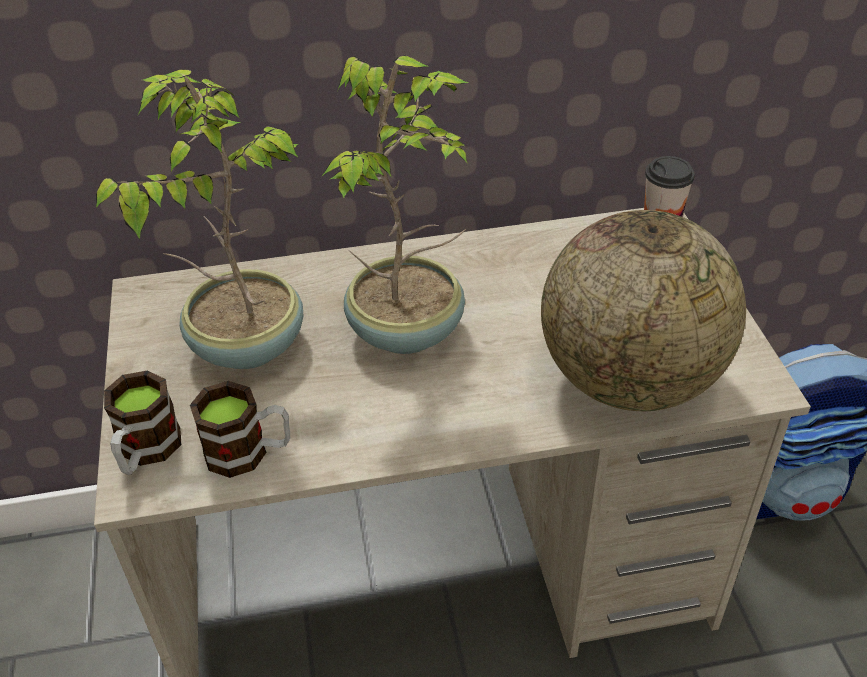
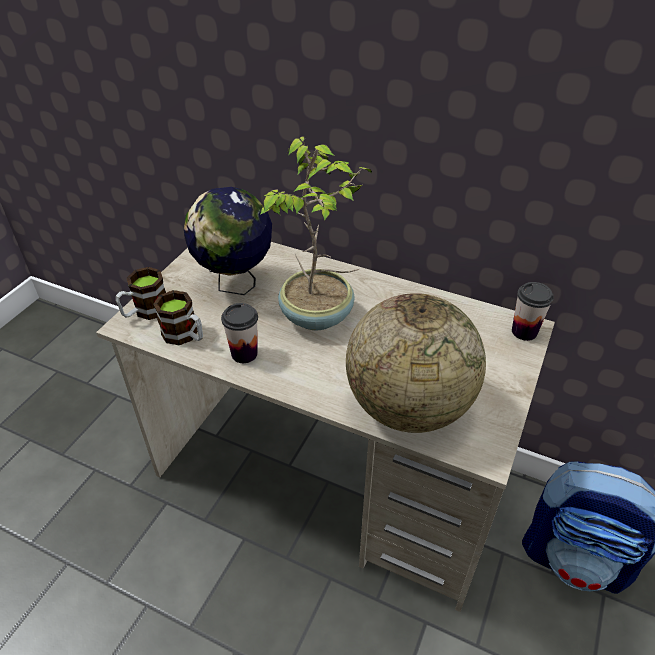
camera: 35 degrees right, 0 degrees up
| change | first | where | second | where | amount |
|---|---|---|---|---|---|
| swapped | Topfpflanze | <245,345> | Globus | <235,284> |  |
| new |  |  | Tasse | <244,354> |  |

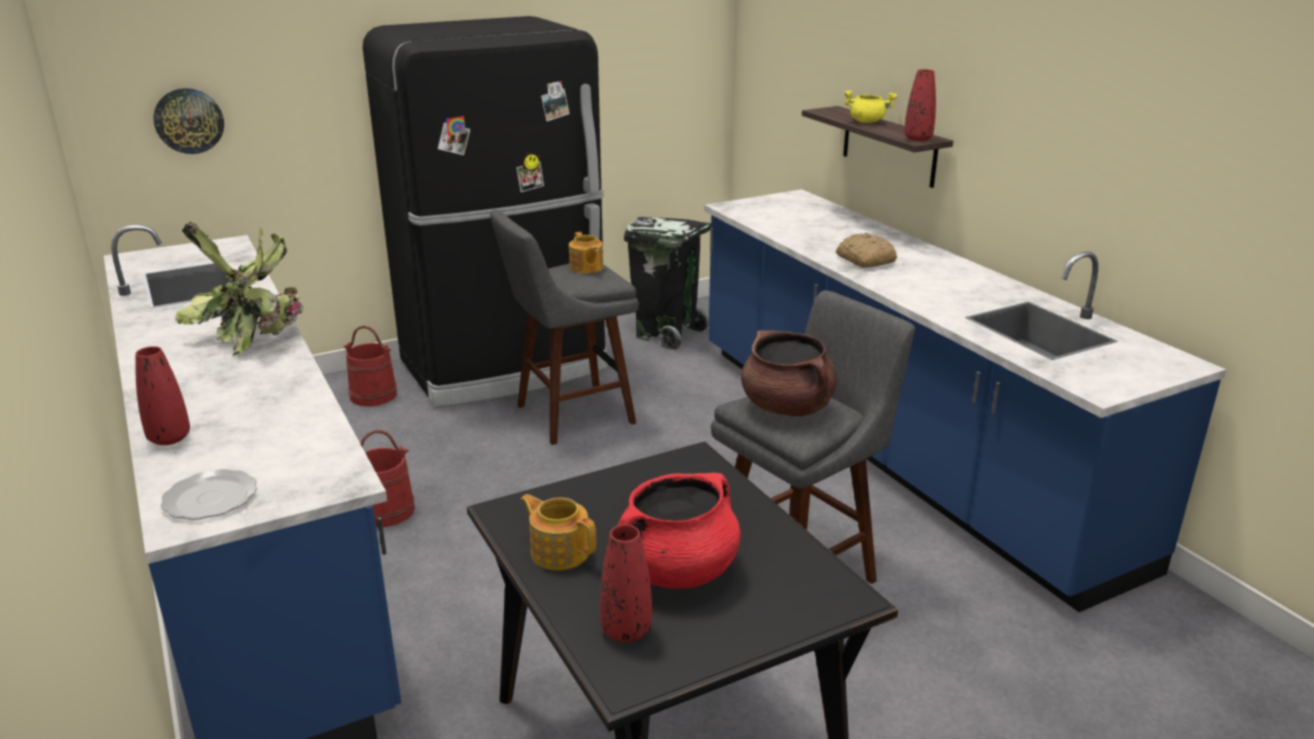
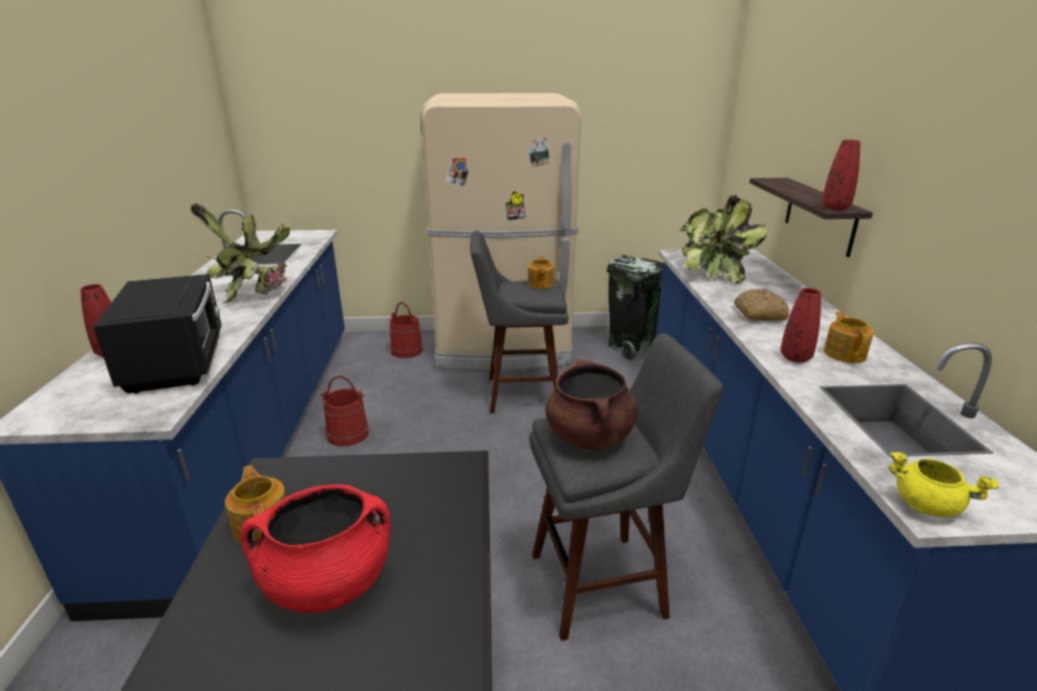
camera: 25 degrees right, 0 degrees up
| change | first | where | second | where | amount |
|---|---|---|---|---|---|
| gone | Wanduhr | <189,121> |  |  |  |
| gone | Teller | <210,497> |  |  |  |
| repainted | Kühlschrank (schwarz) | <506,365> | Kühlschrank (beige) | <503,348> |  |
| shifted | Vase (rot) | <626,631> |  | <795,358> |  |
| shifted | Kochtopf (gelb) | <867,121> |  | <927,505> |  |
| new |  |  | Mikrowelle (schwarz) | <178,363> |  |
| new |  |  | Topfpflanze | <709,273> |  |
| new |  |  | Teekanne | <844,353> |  |

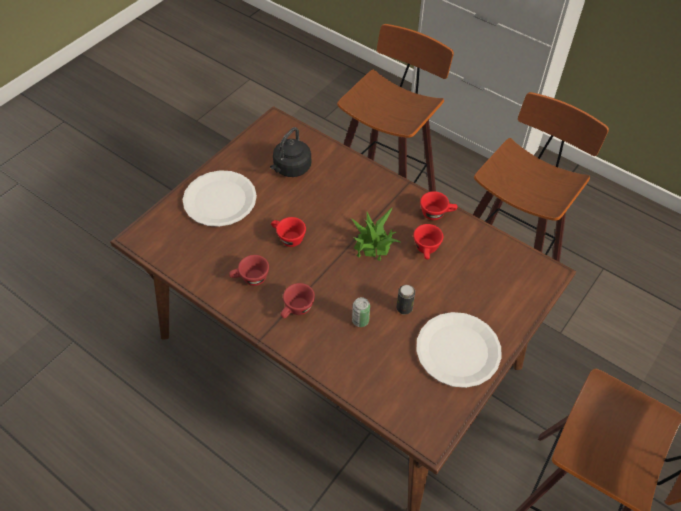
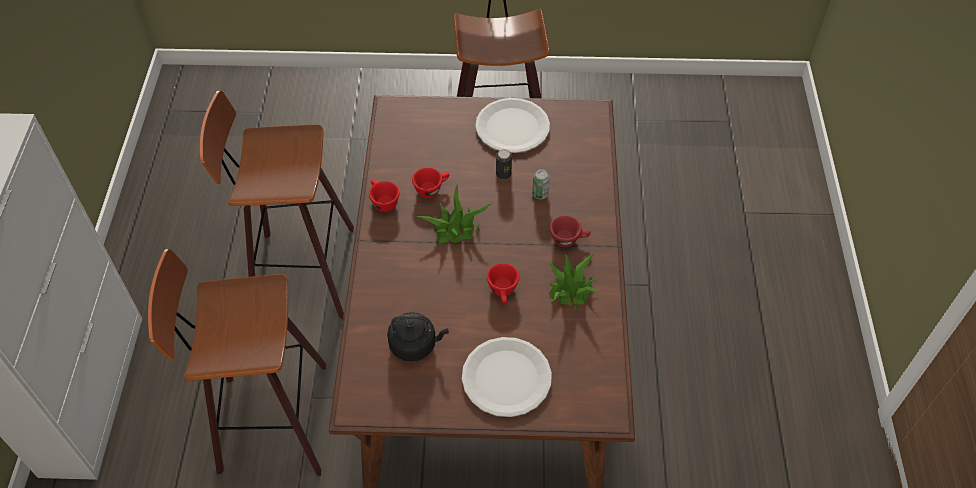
camera: 125 degrees left, 0 degrees up
| change | first | where | second | where | amount |
|---|---|---|---|---|---|
| swapped | Tasse (rot) | <250,279> | Topfpflanze | <570,290> |  |

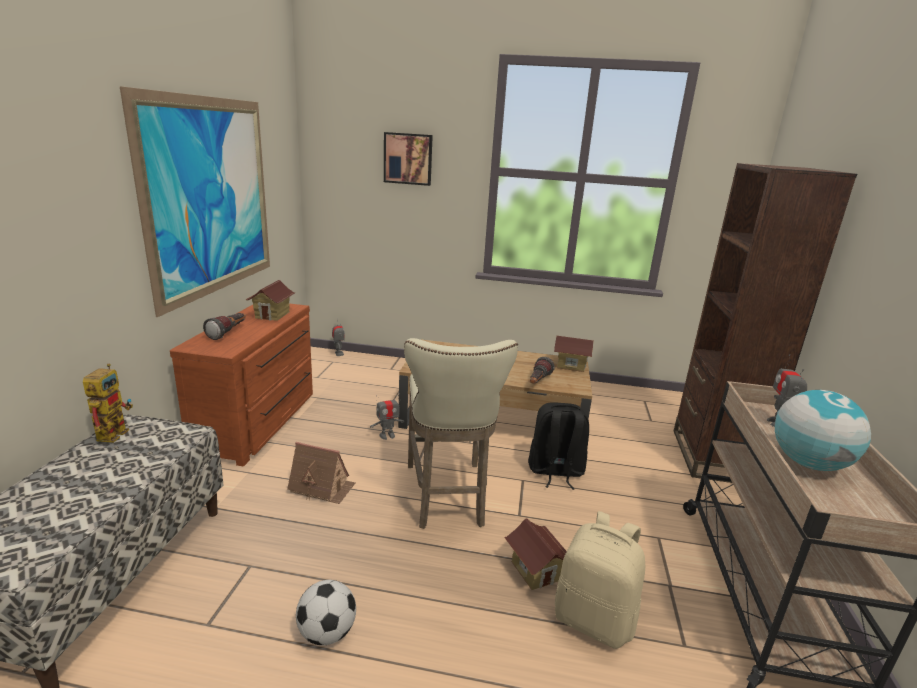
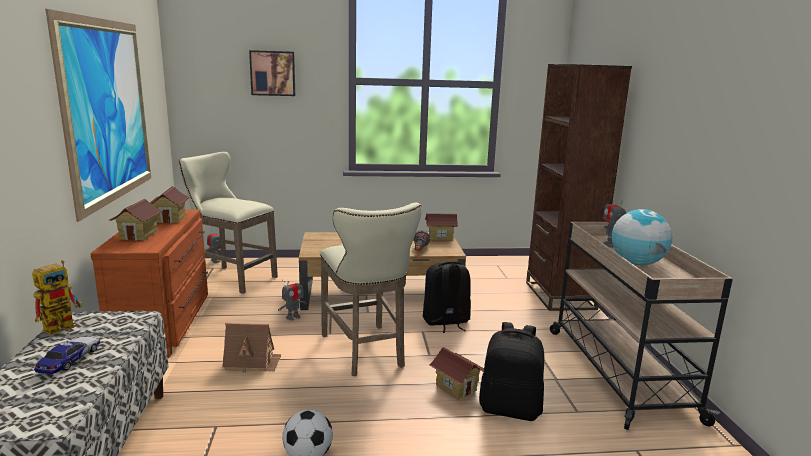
camera: 15 degrees left, 5 degrees down
| change | first | where | second | where | amount |
|---|---|---|---|---|---|
| rotated | Spielzeugroboter | <114,431> |  | <64,325> | 45 degrees clockwise |
| swapped | Taschenlampe | <229,333> | Spielzeughaus | <139,235> |  |
| repainted | Rucksack (beige) | <594,619> | Rucksack (schwarz) | <510,408> |  |
| new |  |  | Spielzeugauto | <70,360> |  |
| new |  |  | Hocker (beige) | <231,277> |  |

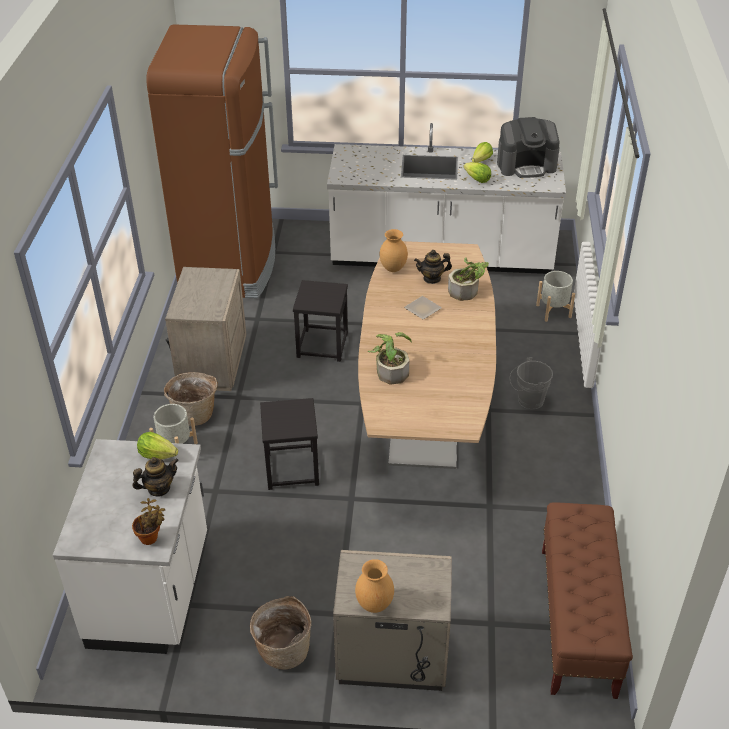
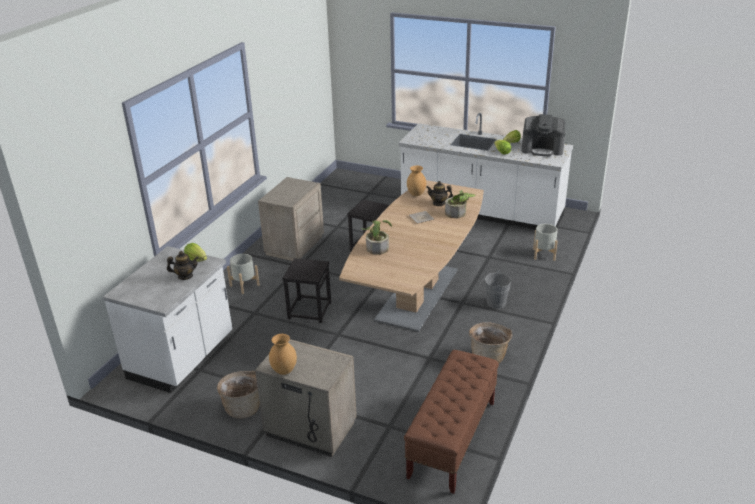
camera: 20 degrees right, 10 degrees down
| change | first | where | second | where | amount |
|---|---|---|---|---|---|
| gone | Topfpflanze | <151,537> |  |  |  |
| gone | Kühlschrank (braun) | <230,265> |  |  |  |
| shifted | Korb | <195,413> |  | <489,356> |  |

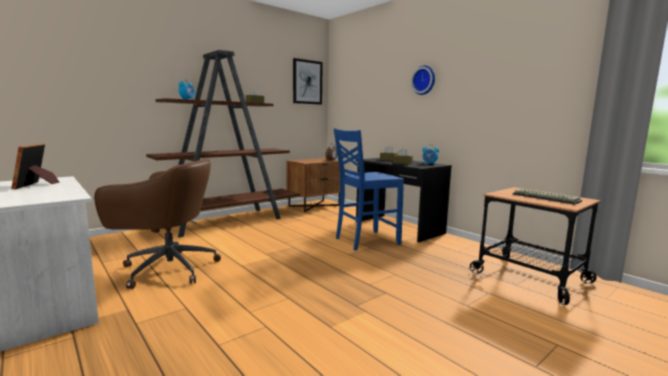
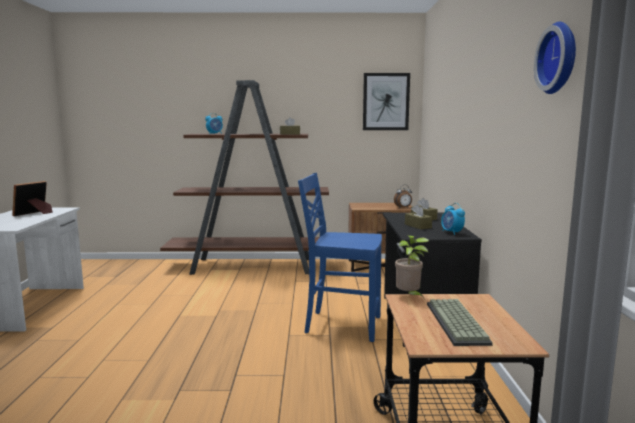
camera: 40 degrees right, 0 degrees up
| change | first | where | second | where | amount |
|---|---|---|---|---|---|
| gone | Bürostuhl (braun) | <167,268> |  |  |  |
| shifted | Wanduhr | <424,80> |  | <560,58> |  |
| new |  |  | Topfpflanze | <409,297> |  |

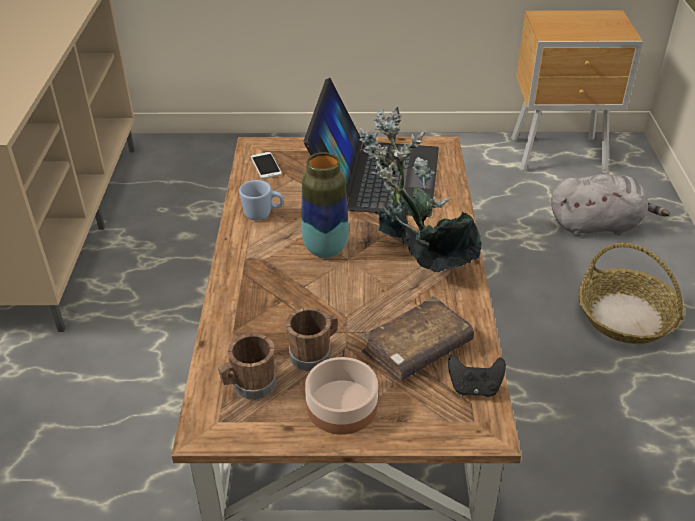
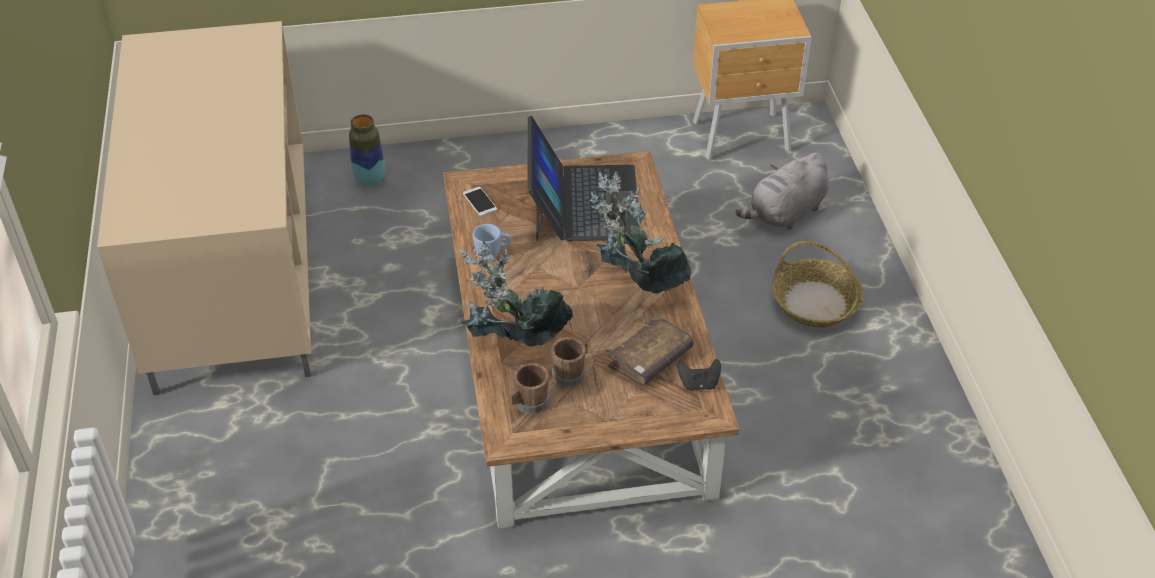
camera: 10 degrees left, 5 degrees up
| change | first | where | second | where | amount |
|---|---|---|---|---|---|
| shifted | Vase | <325,249> |  | <369,180> |  |
| gone | Schüssel | <342,407> |  |  |  |
| rotated | Plüschtier (grau) | <598,225> |  | <785,213> | 150 degrees clockwise |
| new |  |  | Topfpflanze | <513,347> |  |

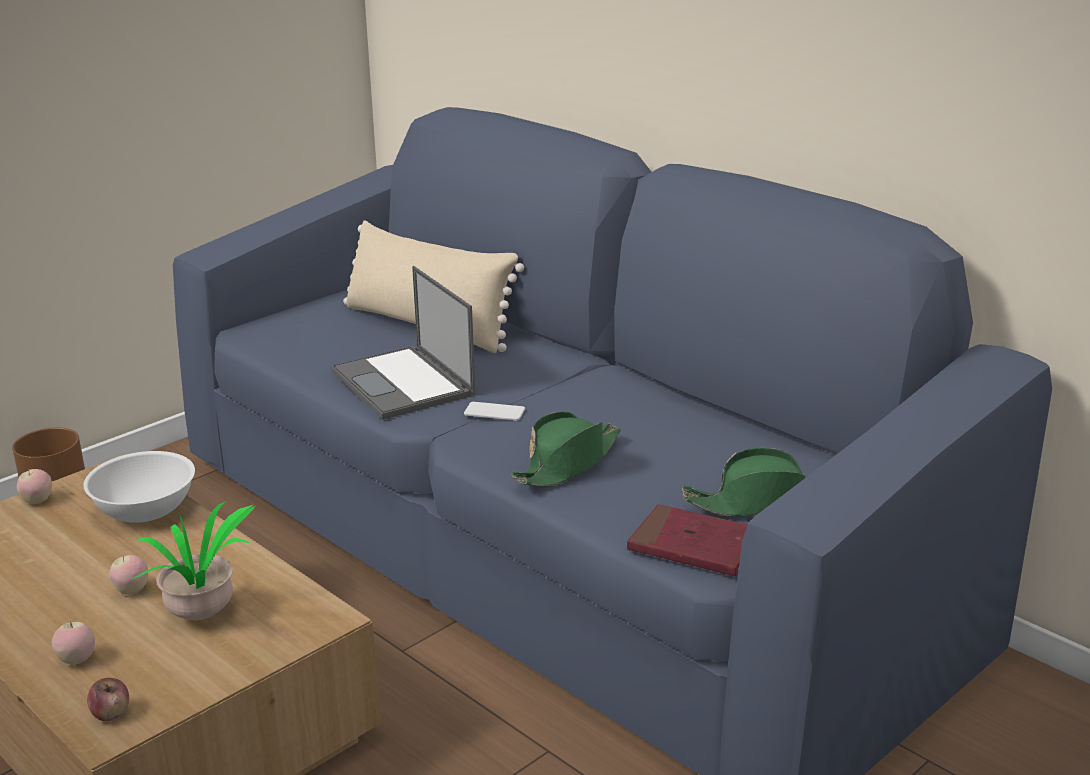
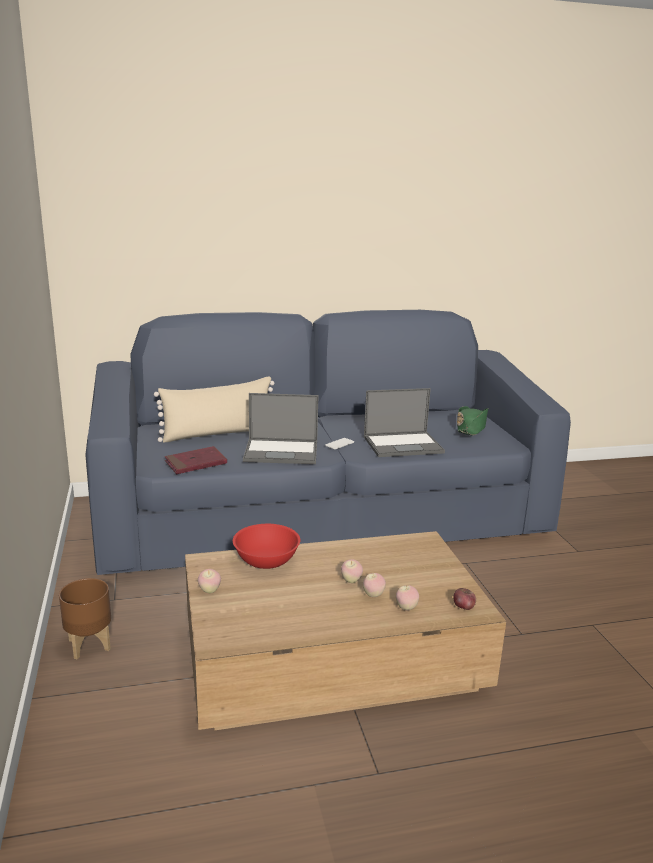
camera: 60 degrees left, 5 degrees down
| change | first | where | second | where | amount |
|---|---|---|---|---|---|
| repainted | Schüssel (weiß) | <145,511> | Schüssel (rot) | <267,561> |  |
| gone | Topfpflanze | <206,616> |  |  |  |
| swapped | Hut (grün) | <568,463> | Laptop | <404,445> |  |
| shifted | Buch (rot) | <694,546> |  | <196,463> |  |
| new |  |  | Apfel | <373,595> |  |

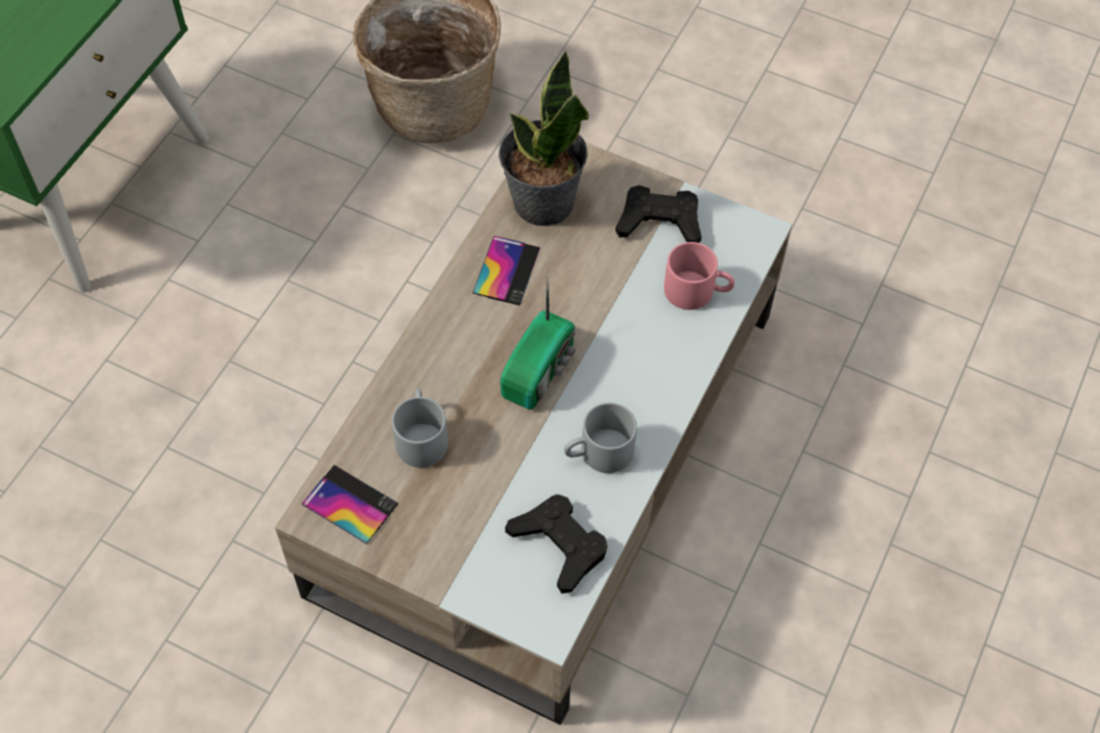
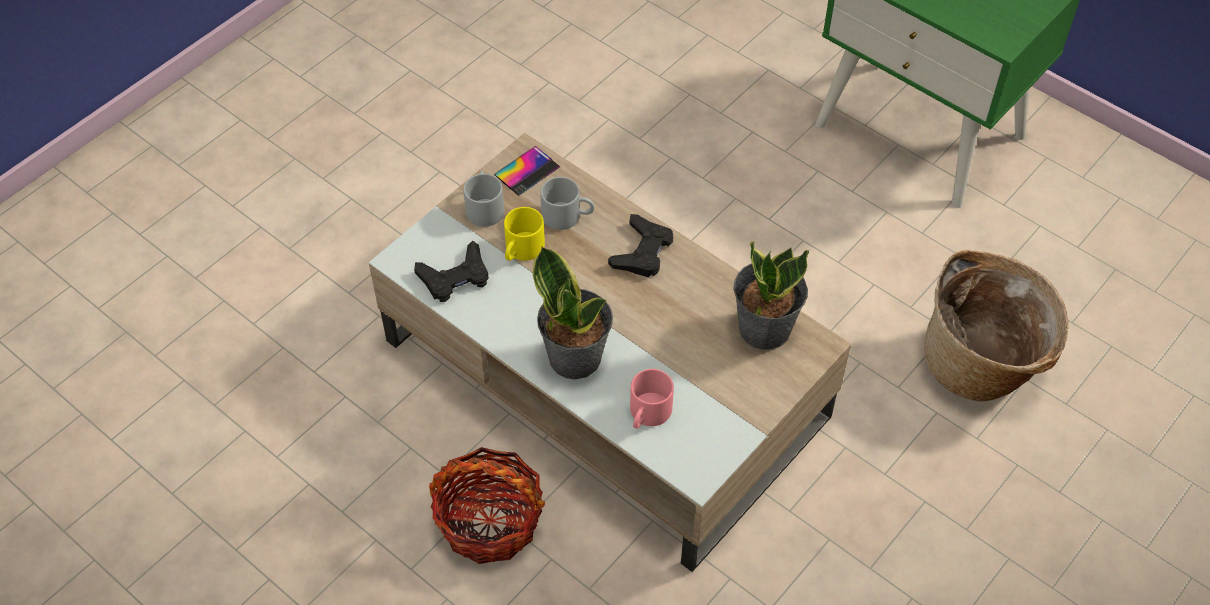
camera: 105 degrees right, 5 degrees down
| change | first | where | second | where | amount |
|---|---|---|---|---|---|
| gone | Handy | <506,271> |  |  |  |
| gone | Radio | <541,369> |  |  |  |
| shifted | Henkelbecher (grau) | <599,454> |  | <484,207> |  |
| shifted | Gamepad (schwarz) | <659,221> |  | <642,251> |  |
| new |  |  | Korb | <489,521> |  |
| new |  |  | Henkelbecher (gelb) | <522,251> |  |
| new |  |  | Topfpflanze | <576,356> |  |

